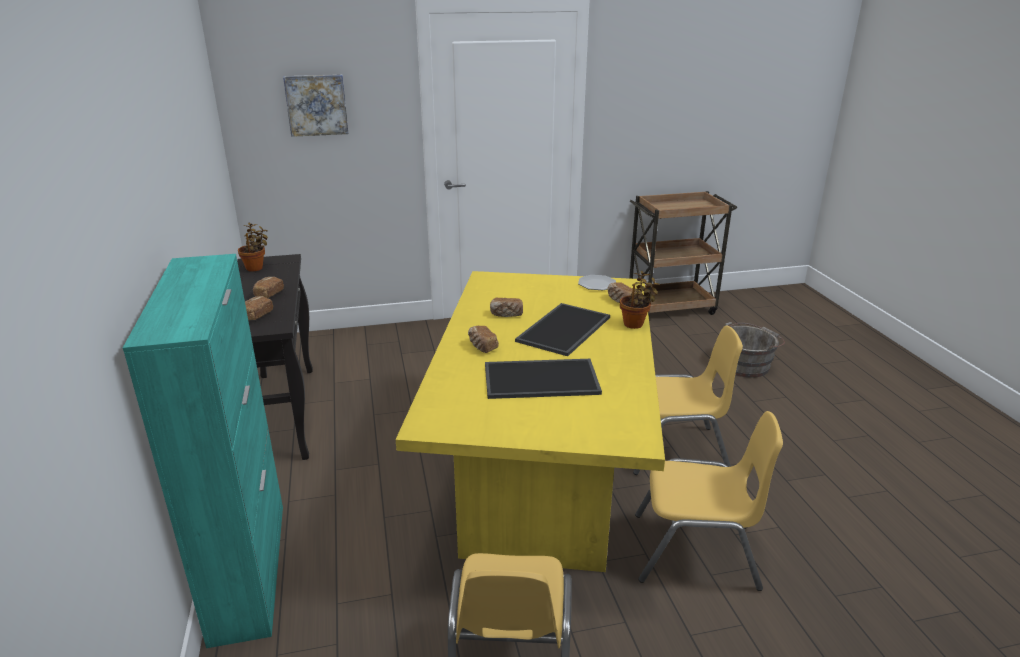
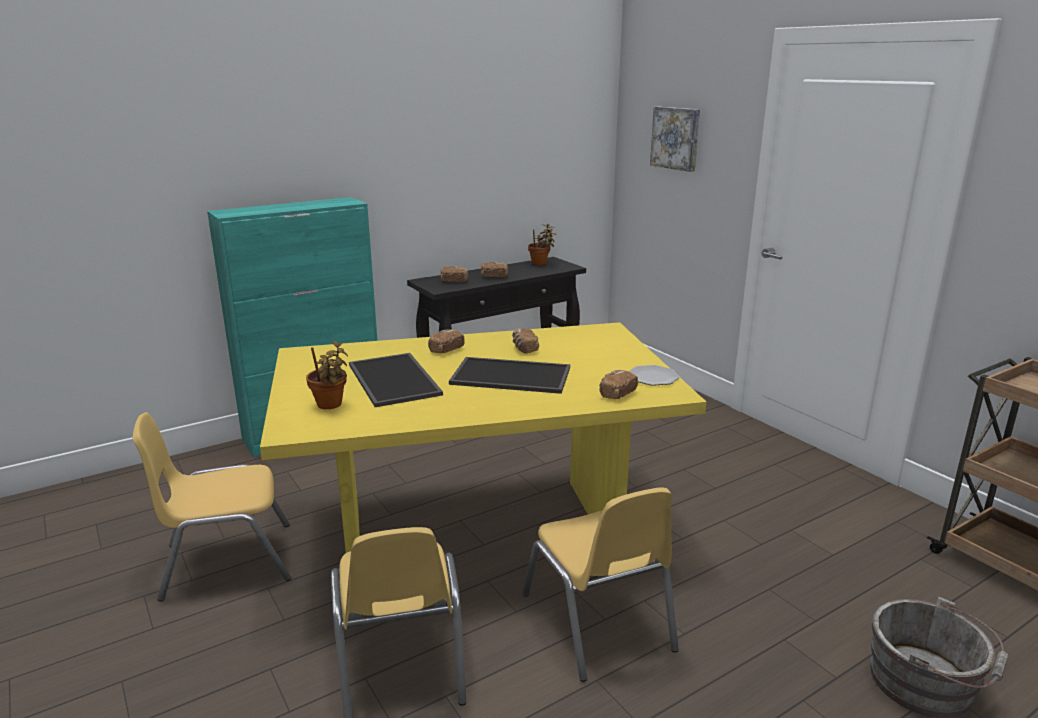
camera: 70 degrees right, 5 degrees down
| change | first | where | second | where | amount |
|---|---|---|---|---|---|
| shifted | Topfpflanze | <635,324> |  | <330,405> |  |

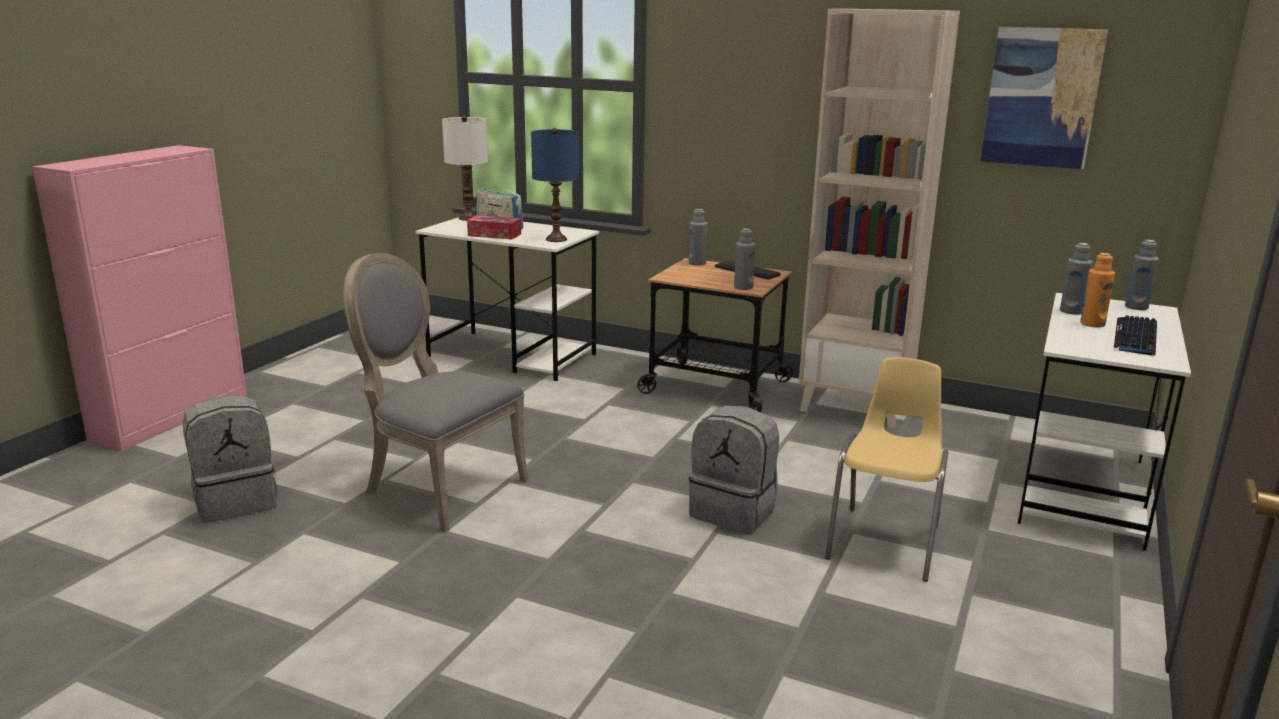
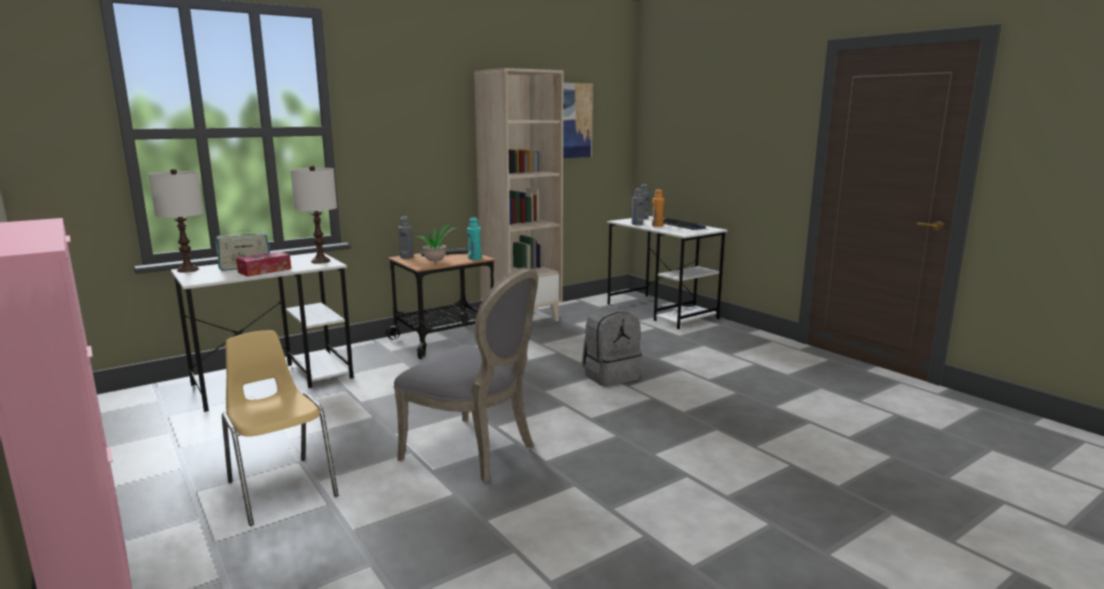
camera: 60 degrees left, 5 degrees down
| change | first | where | second | where | amount |
|---|---|---|---|---|---|
| gone | Rucksack (grau) | <236,501> |  |  |  |
| rotated | Stuhl (grau) | <438,487> |  | <475,452> | 120 degrees counterclockwise |
| repainted | Tischlampe (blau) | <556,239> | Tischlampe (weiß) | <320,261> |  |
| repainted | Flasche (grau) | <743,287> | Flasche (türkis) | <475,259> |  |
| shifted | Stuhl (gelb) | <885,542> |  | <281,488> |  |
| new |  |  | Topfpflanze | <436,262> |  |

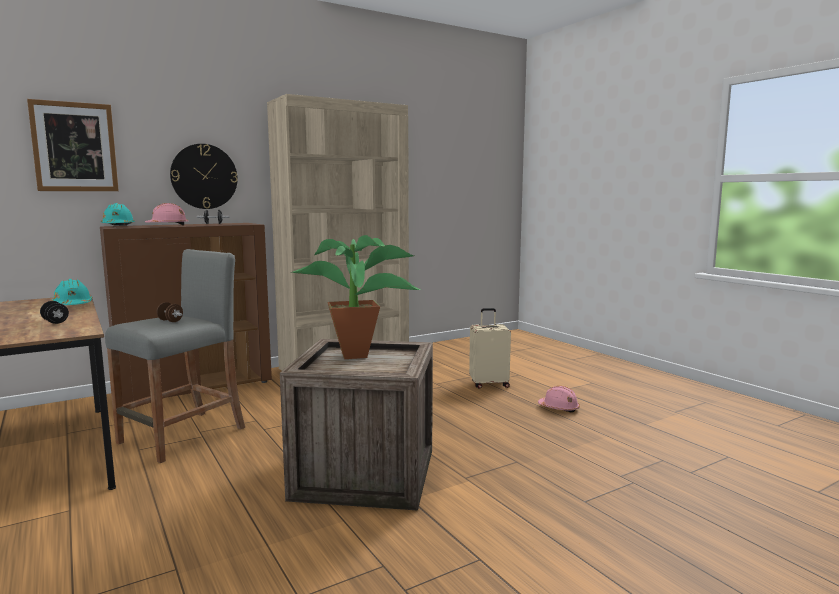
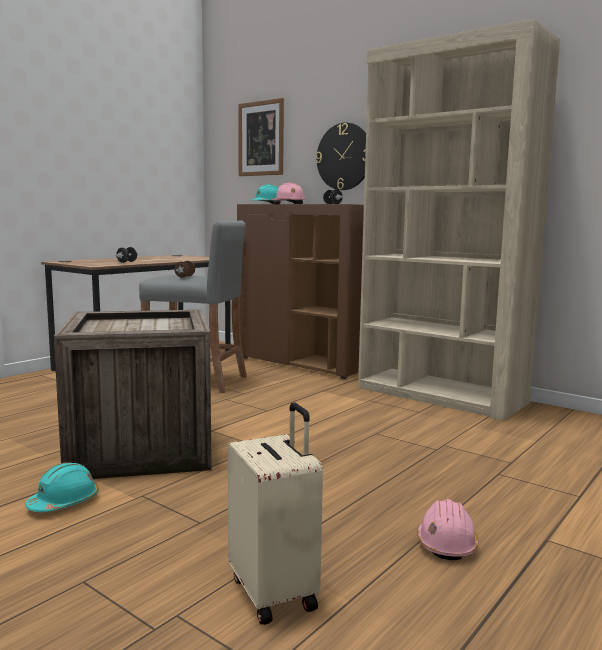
camera: 70 degrees right, 0 degrees up
| change | first | where | second | where | amount |
|---|---|---|---|---|---|
| shifted | Schutzhelm (türkis) | <72,305> |  | <64,502> |  |
| gone | Topfpflanze | <361,355> |  |  |  |
| shifted | Koffer (beige) | <489,384> |  | <275,592> |  |

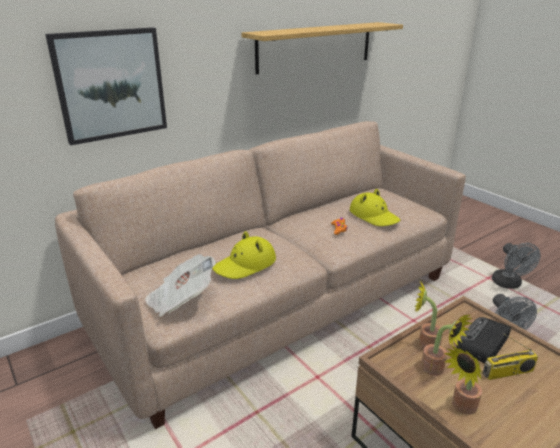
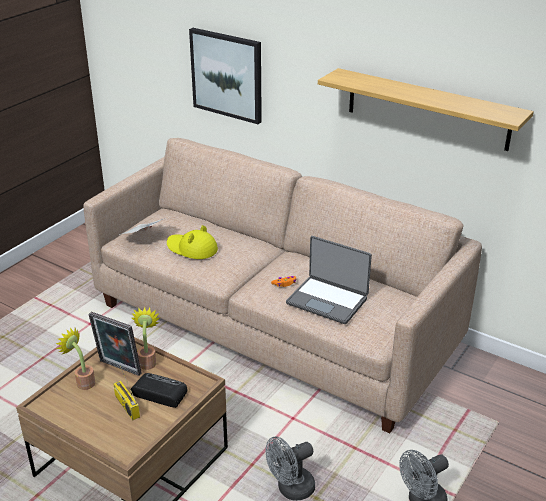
camera: 70 degrees right, 5 degrees up
| change | first | where | second | where | amount |
|---|---|---|---|---|---|
| swapped | Hut (gelb) | <374,216> | Laptop | <328,300> |  |
| swapped | Topfpflanze | <436,370> | Bilderrahmen | <118,369> |  |

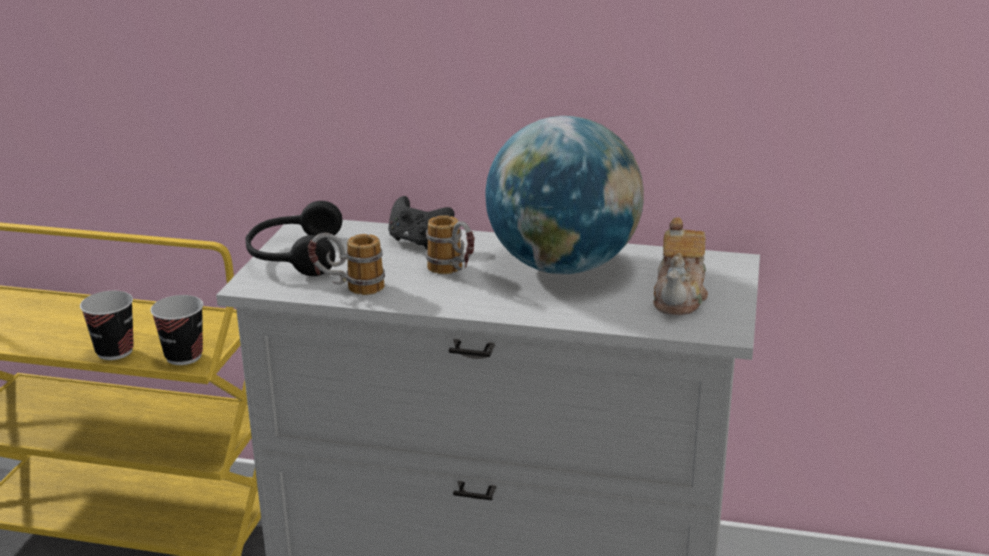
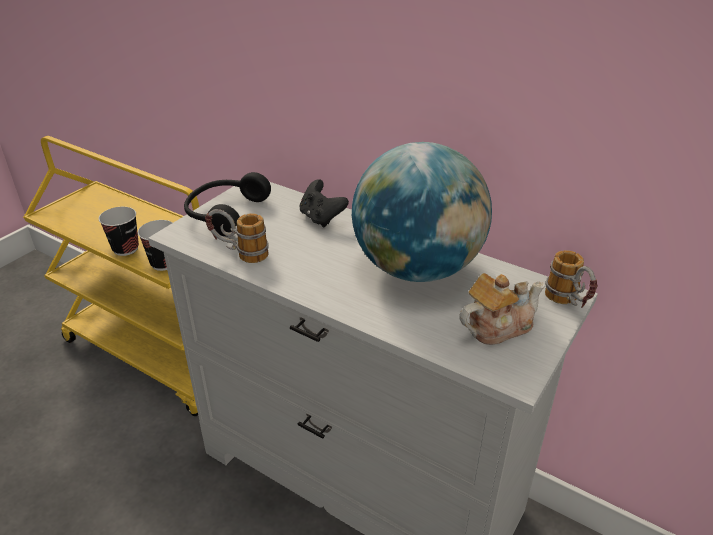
camera: 20 degrees right, 10 degrees up
| change | first | where | second | where | amount |
|---|---|---|---|---|---|
| shifted | Henkelbecher | <453,273> |  | <568,304> |  |
| rotated | Teekanne | <680,297> |  | <497,326> | 150 degrees counterclockwise |

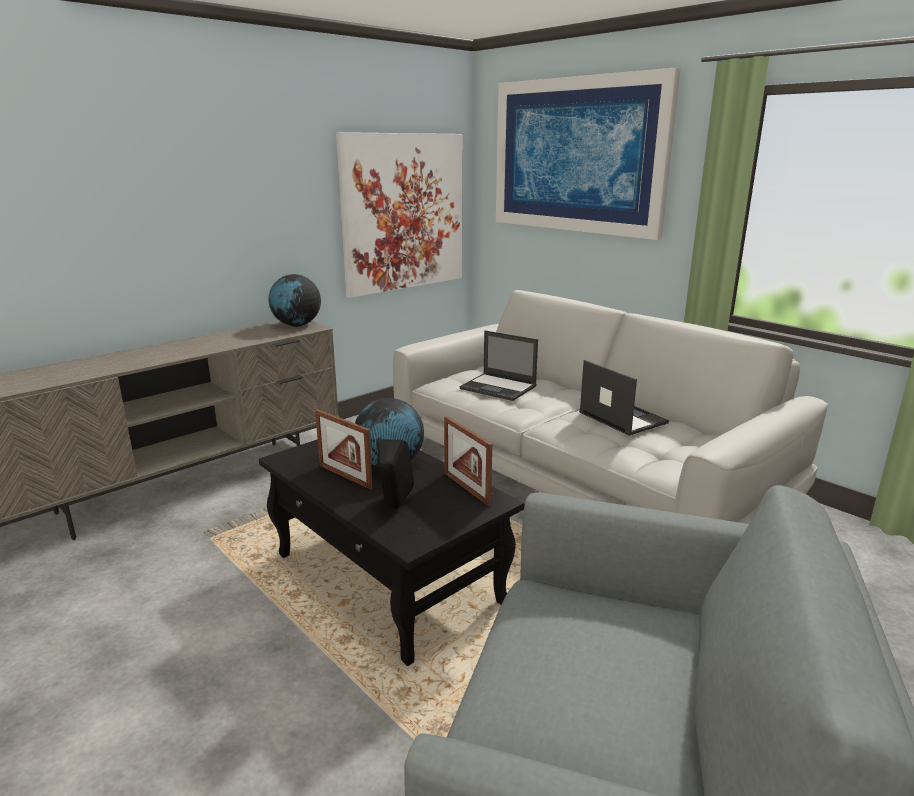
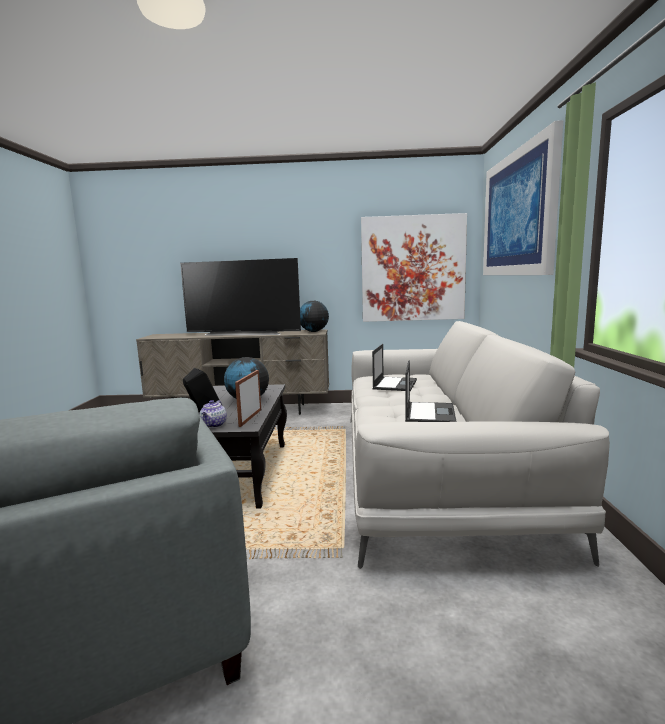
camera: 45 degrees right, 10 degrees down
| change | first | where | second | where | amount |
|---|---|---|---|---|---|
| gone | Bilderrahmen | <345,476> |  |  |  |
| rotated | Laptop | <499,387> |  | <395,384> | 150 degrees counterclockwise |
| new |  |  | Fernseher | <244,333> |  |
| new |  |  | Teekanne | <214,425> |  |

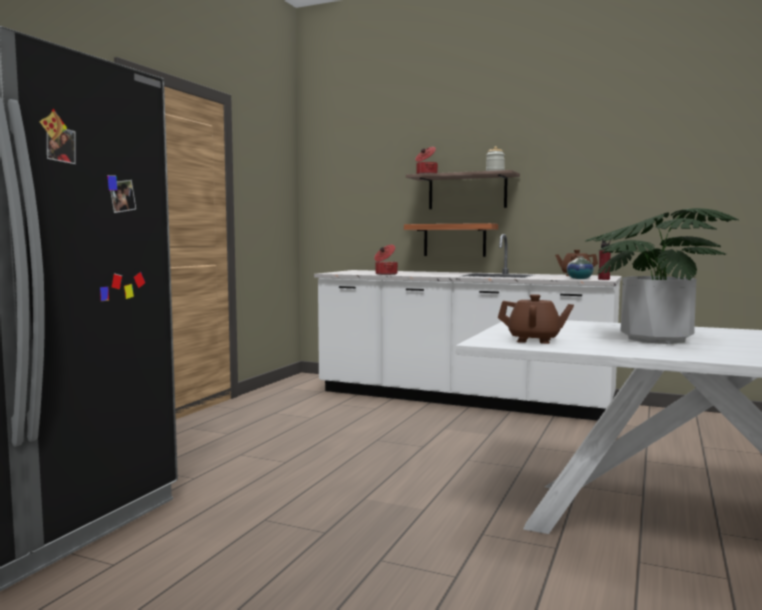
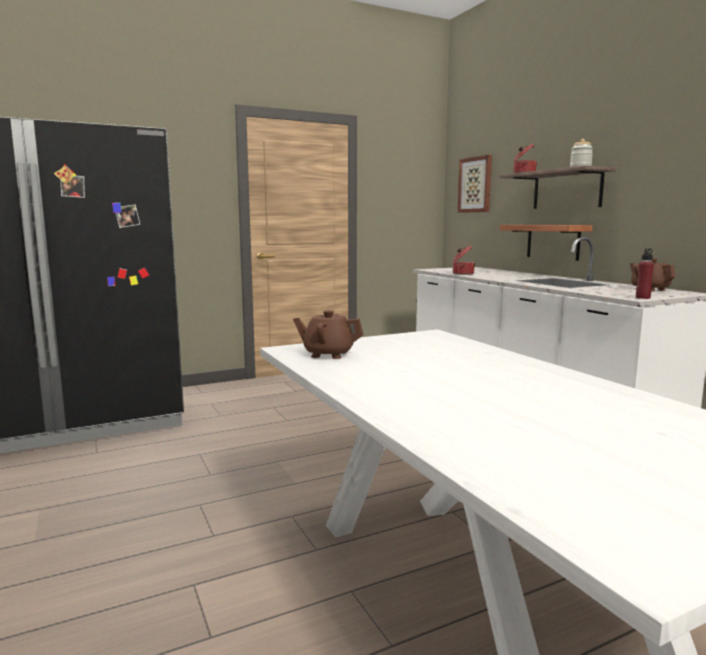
camera: 40 degrees right, 5 degrees up
| change | first | where | second | where | amount |
|---|---|---|---|---|---|
| rotated | Teekanne (braun) | <534,340> |  | <328,354> | 135 degrees clockwise |
| gone | Vase | <579,278> |  |  |  |
| gone | Topfpflanze | <655,339> |  |  |  |
| new |  |  | Bild | <475,185> |  |

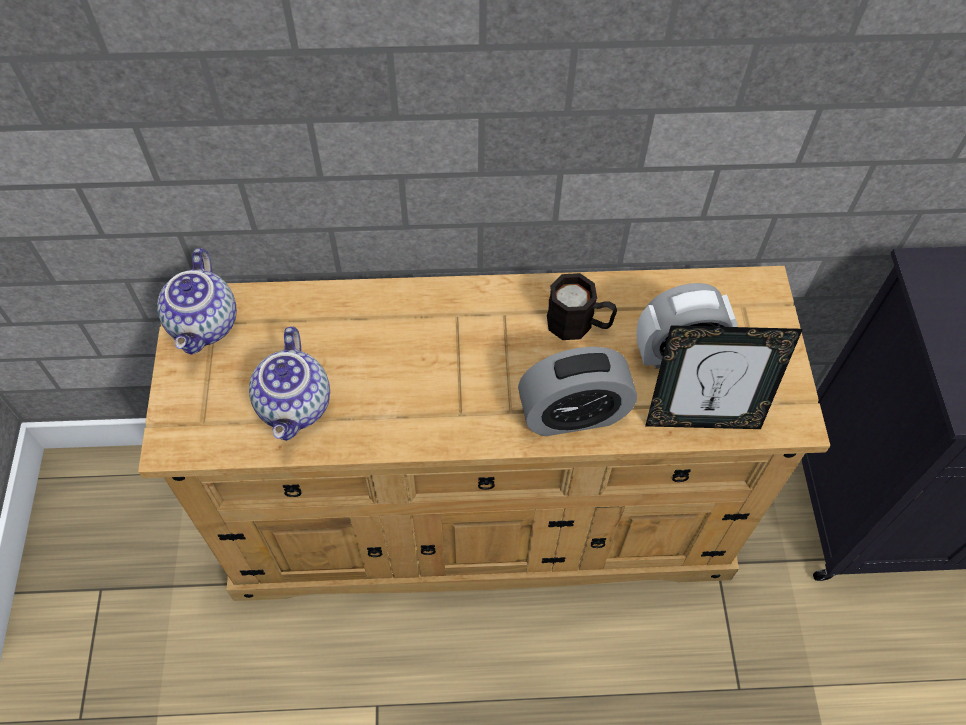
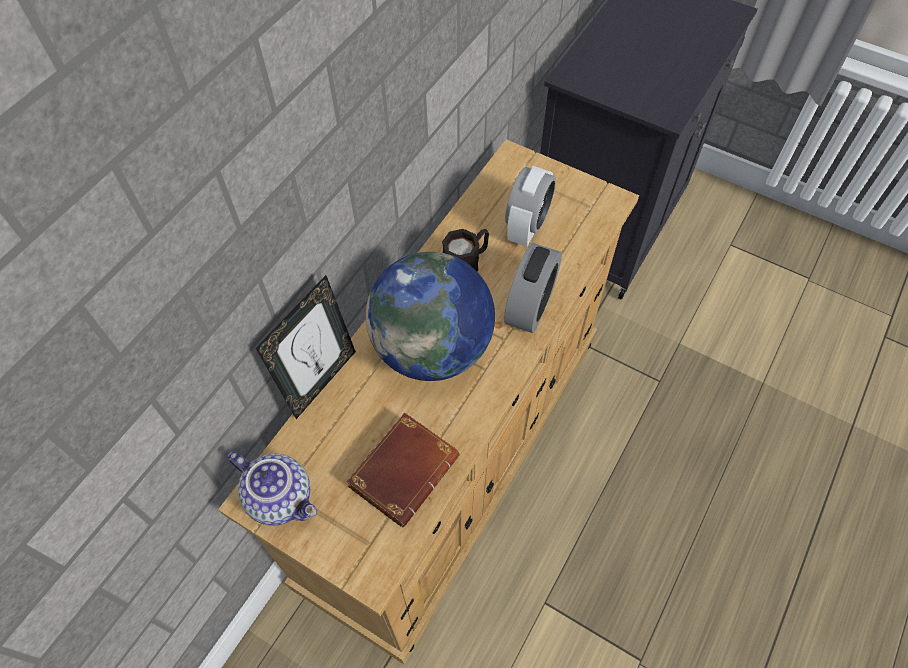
camera: 55 degrees left, 0 degrees up
| change | first | where | second | where | amount |
|---|---|---|---|---|---|
| swapped | Teekanne | <296,406> | Buch (braun) | <403,469> |  |
| shifted | Bilderrahmen | <702,419> |  | <320,380> |  |
| new |  |  | Globus | <432,348> |  |

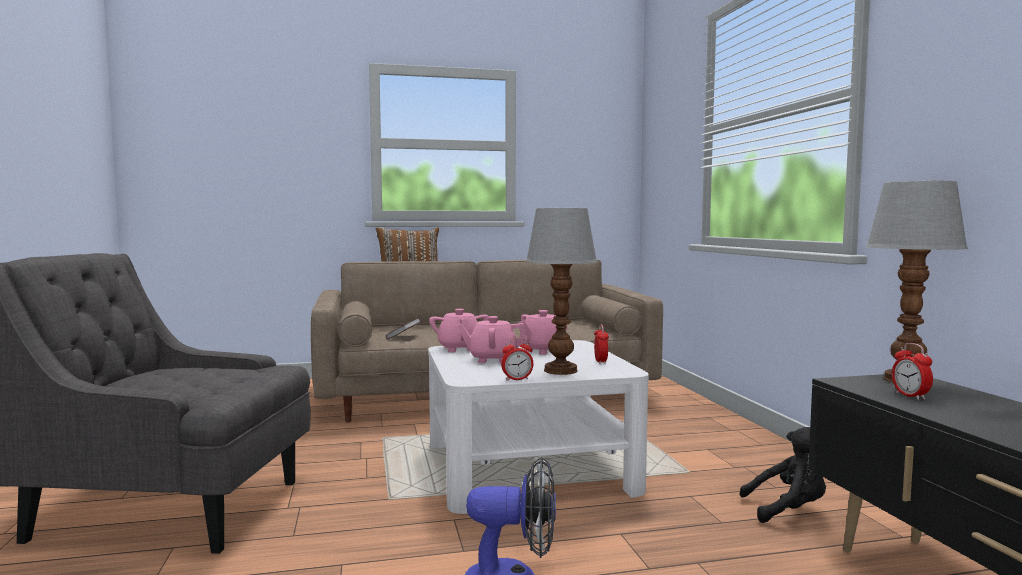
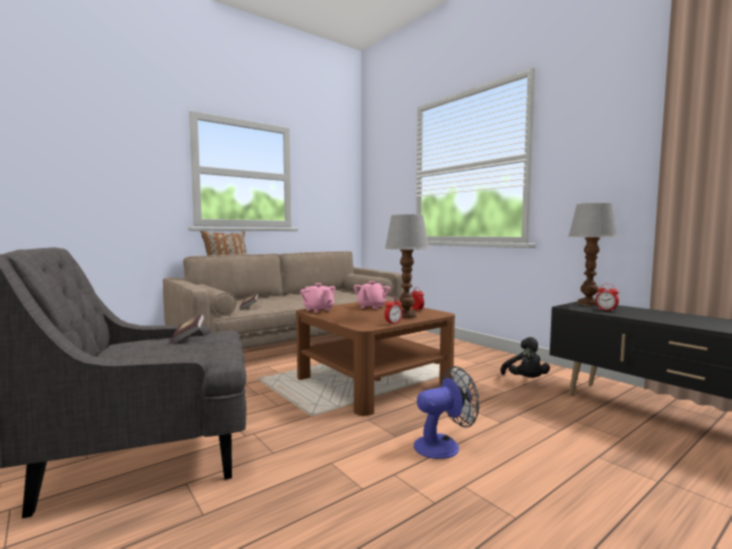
camera: 25 degrees left, 0 degrees up
| change | first | where | second | where | amount |
|---|---|---|---|---|---|
| repainted | Couchtisch (weiß) | <529,466> | Couchtisch (braun) | <373,381> |  |
| gone | Teekanne (rosa) | <492,359> |  |  |  |
| rotated | Plüschtier (schwarz) | <788,510> |  | <525,380> | 105 degrees clockwise |
| new |  |  | Buch | <189,337> |  |

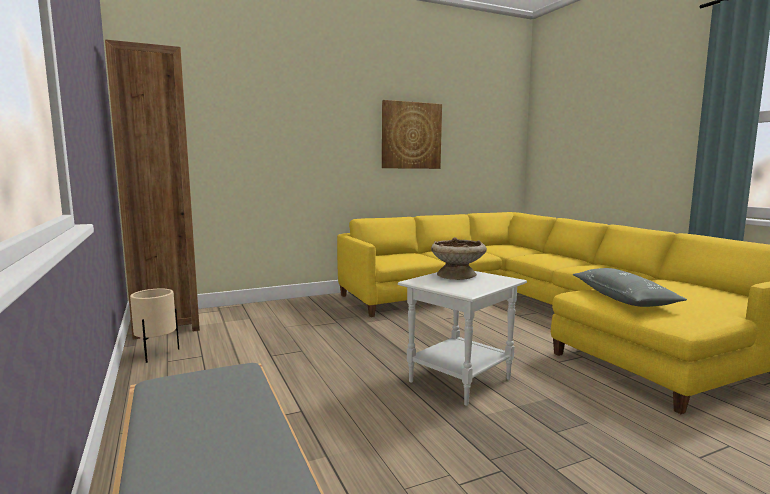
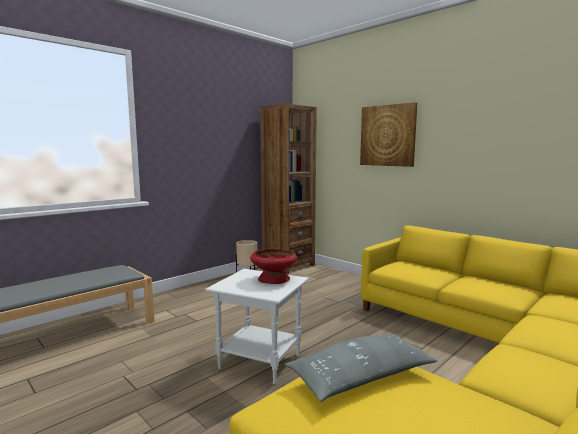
camera: 70 degrees right, 0 degrees up
| change | first | where | second | where | amount |
|---|---|---|---|---|---|
| shifted | Bild | <411,135> |  | <387,135> |  |
| repainted | Schüssel (beige) | <458,275> | Schüssel (rot) | <273,279> |  |

